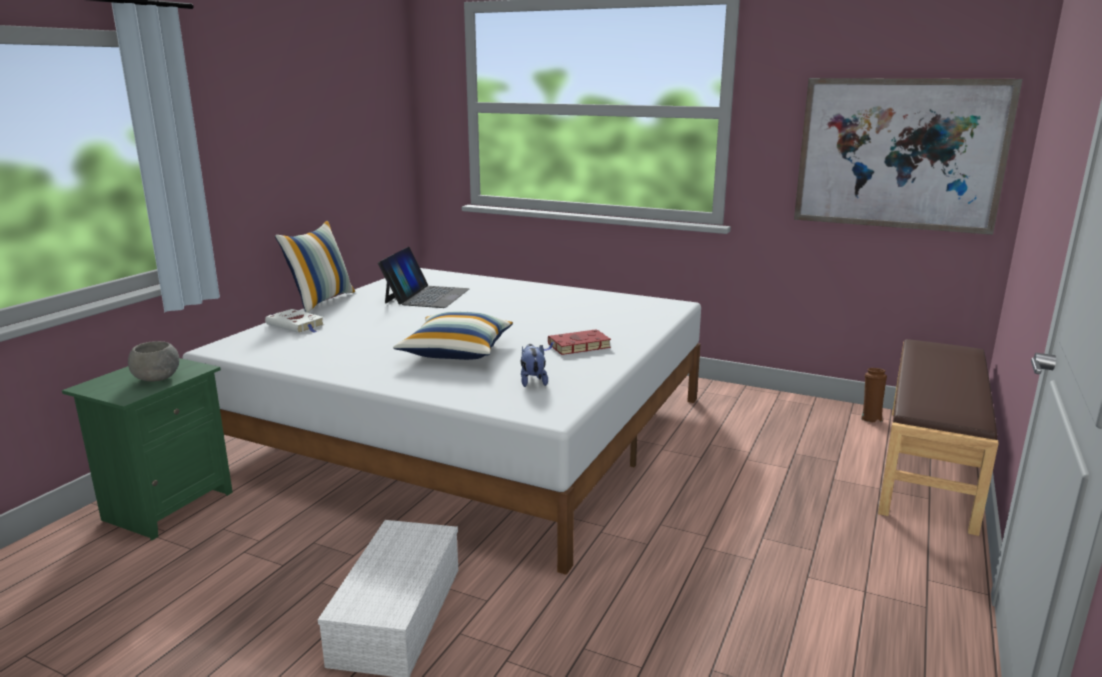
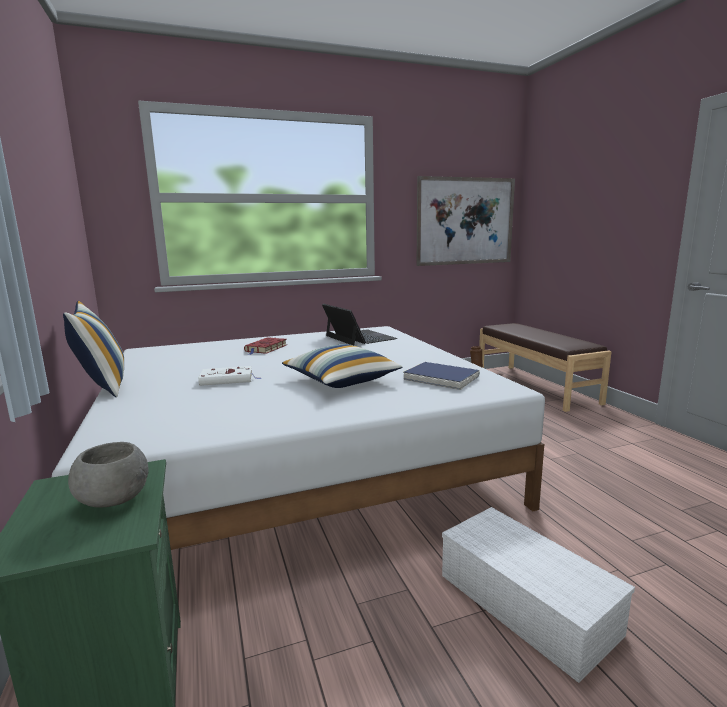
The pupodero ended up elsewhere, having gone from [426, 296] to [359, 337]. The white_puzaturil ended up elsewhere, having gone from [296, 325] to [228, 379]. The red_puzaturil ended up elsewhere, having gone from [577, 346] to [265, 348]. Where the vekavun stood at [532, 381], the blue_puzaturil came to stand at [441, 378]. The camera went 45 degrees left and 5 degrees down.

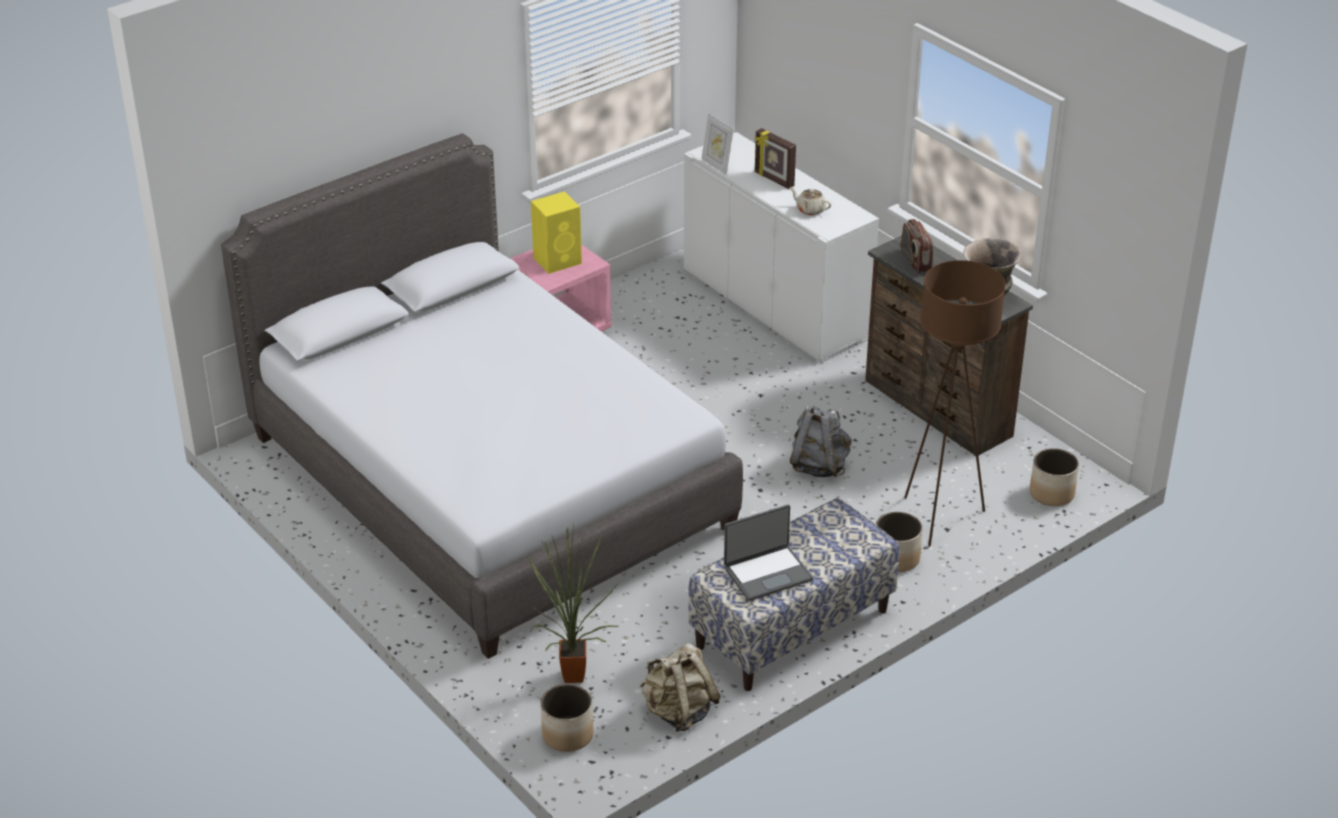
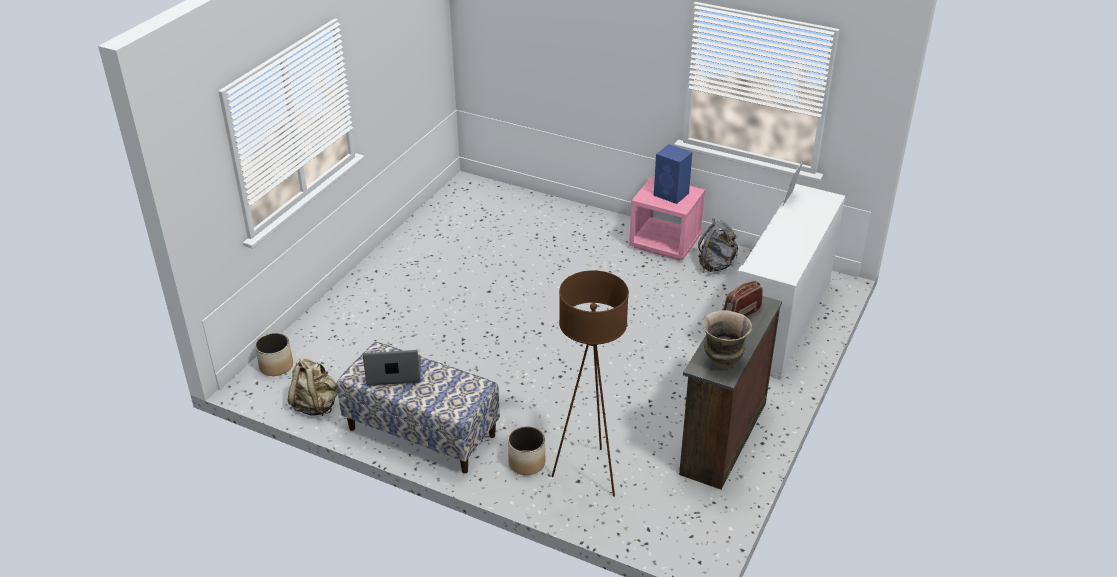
The second view lost the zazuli at [773, 179]. The second view lost the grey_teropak at [488, 482]. The second view lost the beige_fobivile at [810, 209]. What was the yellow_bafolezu at [558, 260] turned into the blue_bafolezu at [672, 194]. The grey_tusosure ended up elsewhere, having gone from [819, 466] to [716, 265]. The second view lost the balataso at [1052, 494]. The pupodero at [767, 573] ended up facing another way, 135 degrees clockwise from before. The second view lost the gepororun at [569, 676]. The camera went 65 degrees right and 0 degrees up.

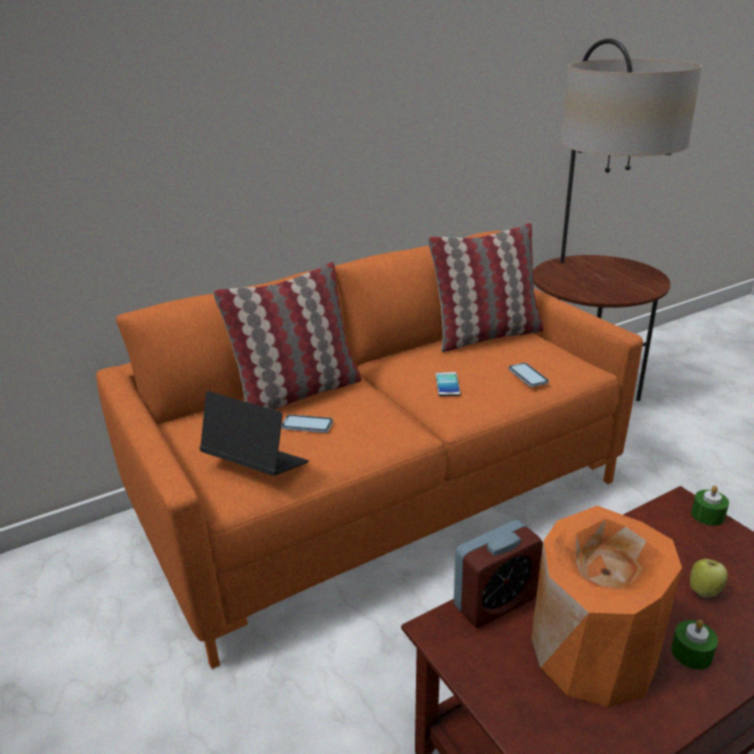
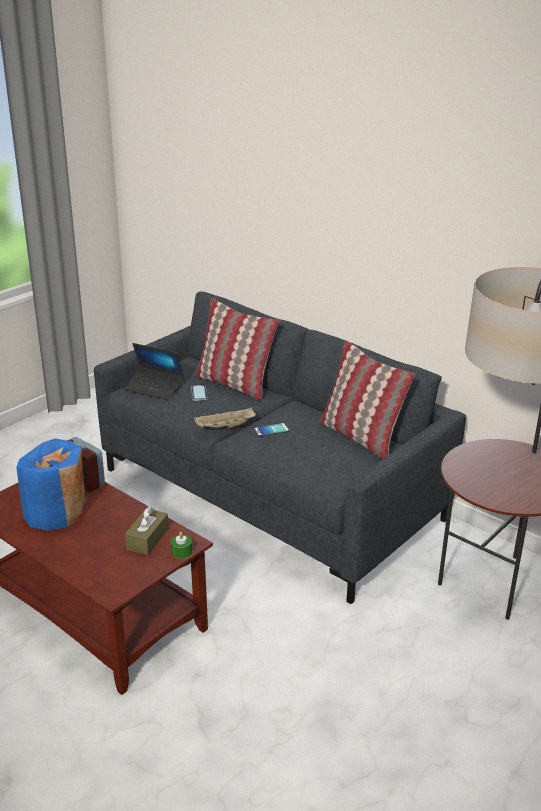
What was the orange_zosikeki at [380, 498] turned into the grey_zosikeki at [270, 494]. The second view lost the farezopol at [528, 376]. The pupodero at [255, 465] ended up facing another way, 105 degrees clockwise from before. What was the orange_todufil at [593, 652] turned into the blue_todufil at [56, 512]. The second view lost the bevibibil at [704, 591]. The second view lost the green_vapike at [691, 653]. The second view gained the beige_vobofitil at [224, 427]. The second view gained the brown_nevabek at [147, 539]. The camera went 70 degrees right and 0 degrees up.

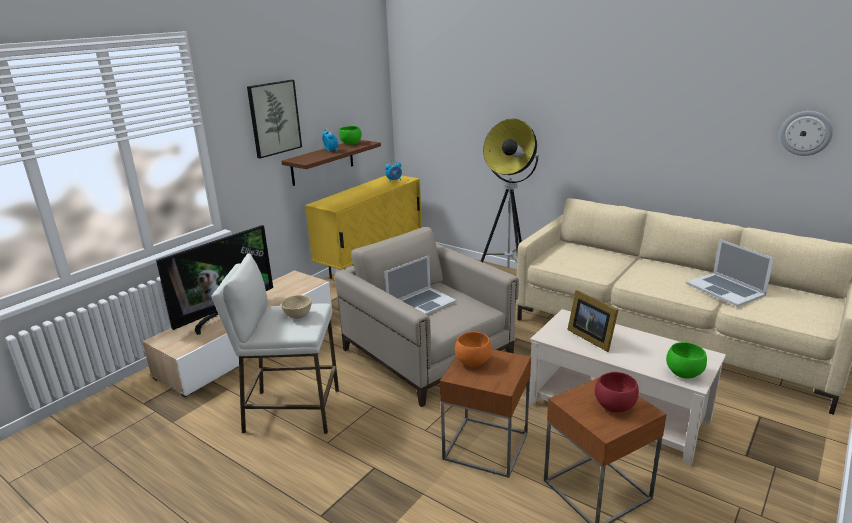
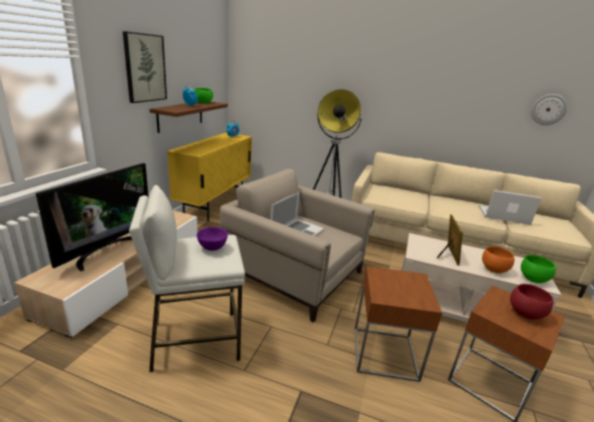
The pupodero at [725, 289] ended up facing another way, 150 degrees clockwise from before. The zazuli at [590, 337] ended up facing another way, 120 degrees counterclockwise from before. What was the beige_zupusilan at [297, 316] turned into the purple_zupusilan at [212, 248]. The orange_zupusilan ended up elsewhere, having gone from [472, 362] to [493, 269]. The camera went 20 degrees left and 0 degrees up.

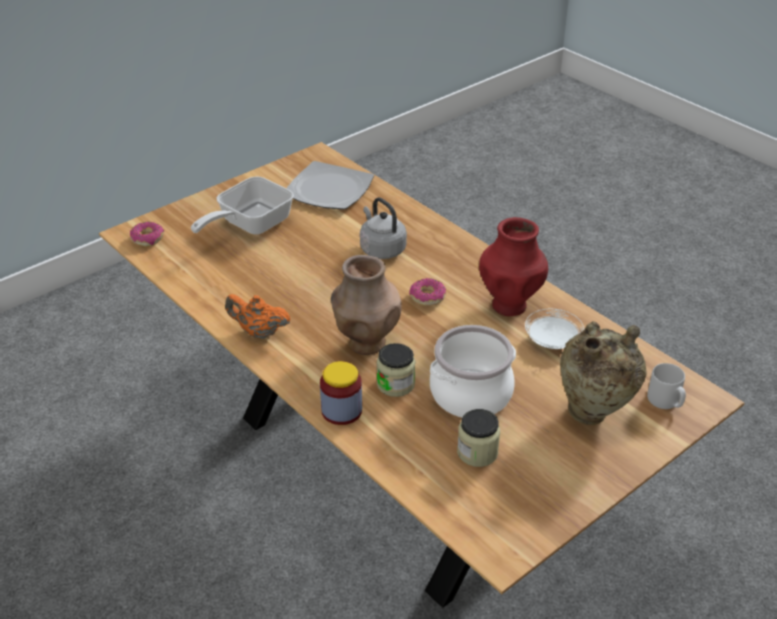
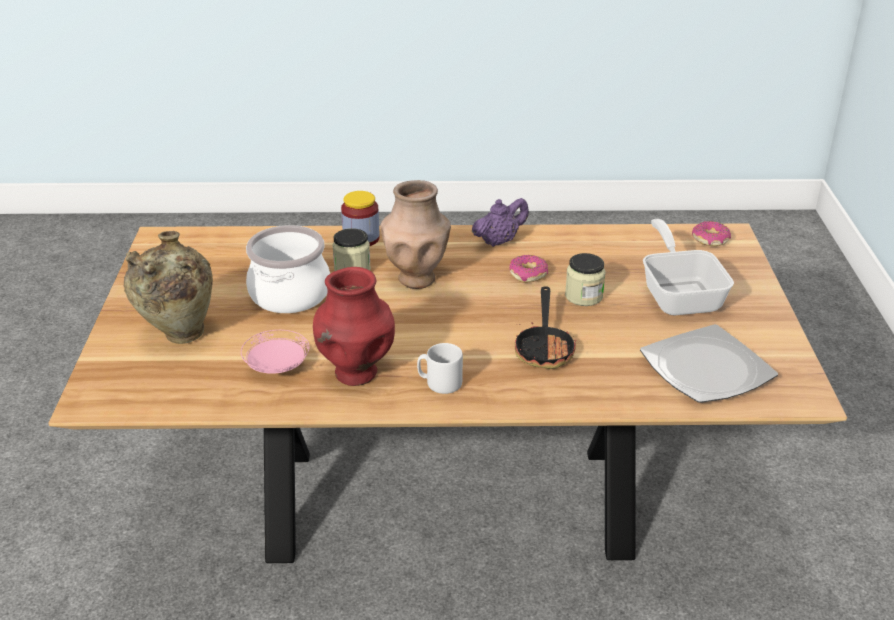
Where the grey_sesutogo stood at [381, 249], the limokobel came to stand at [544, 348]. The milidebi ended up elsewhere, having gone from [427, 297] to [528, 274]. What was the orange_fobivile at [259, 332] turned into the purple_fobivile at [499, 241]. What was the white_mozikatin at [552, 341] turned into the pink_mozikatin at [277, 367]. The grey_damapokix ended up elsewhere, having gone from [666, 401] to [439, 383]. The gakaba ended up elsewhere, having gone from [477, 452] to [583, 296]. The camera went 130 degrees right and 5 degrees down.

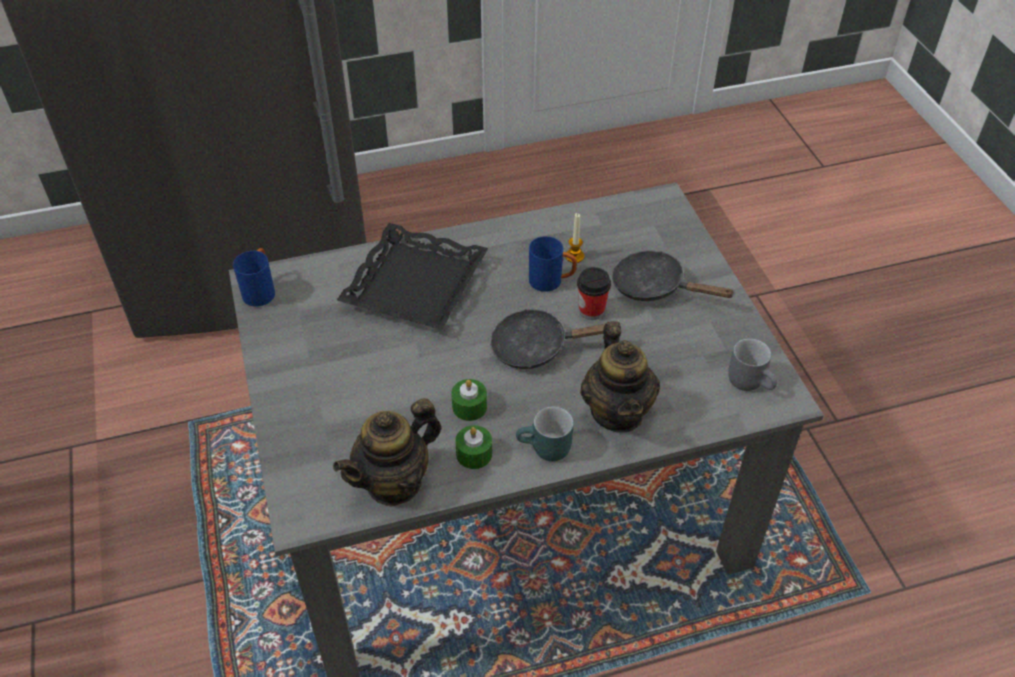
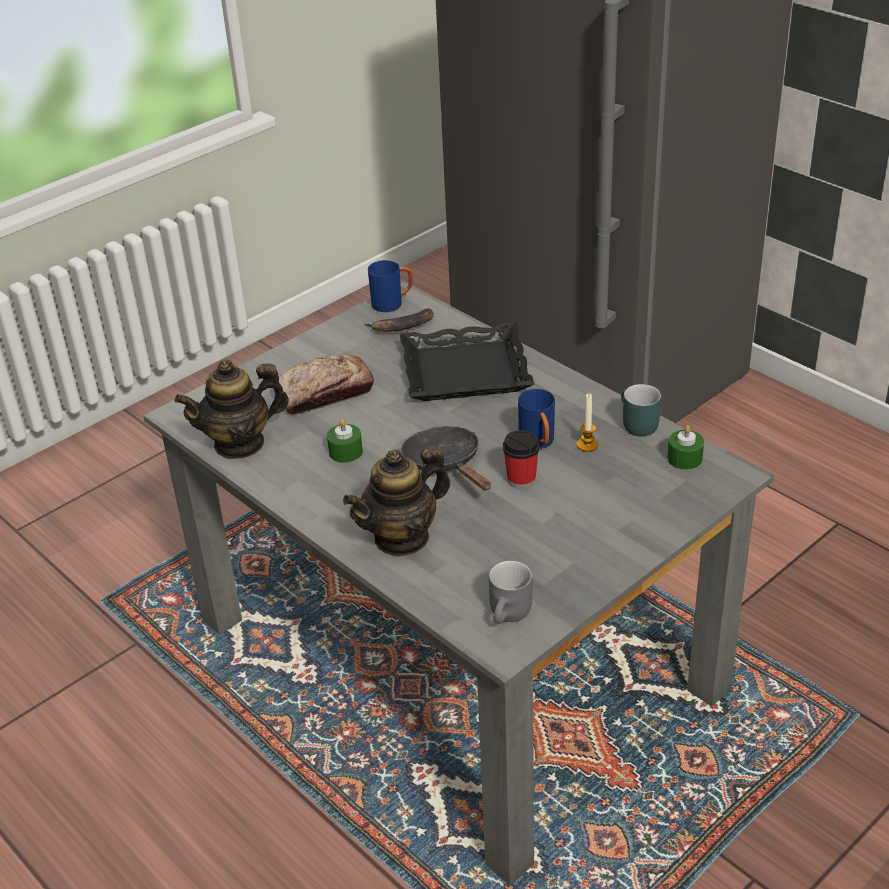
The second view lost the black_limokobel at [655, 287]. The fobivile at [394, 482] ended up facing another way, 45 degrees counterclockwise from before. The turquoise_damapokix ended up elsewhere, having gone from [545, 450] to [634, 425]. The green_vapike ended up elsewhere, having gone from [474, 454] to [684, 458]. The second view gained the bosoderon at [402, 327]. The second view gained the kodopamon at [324, 393]. The camera went 65 degrees right and 10 degrees down.

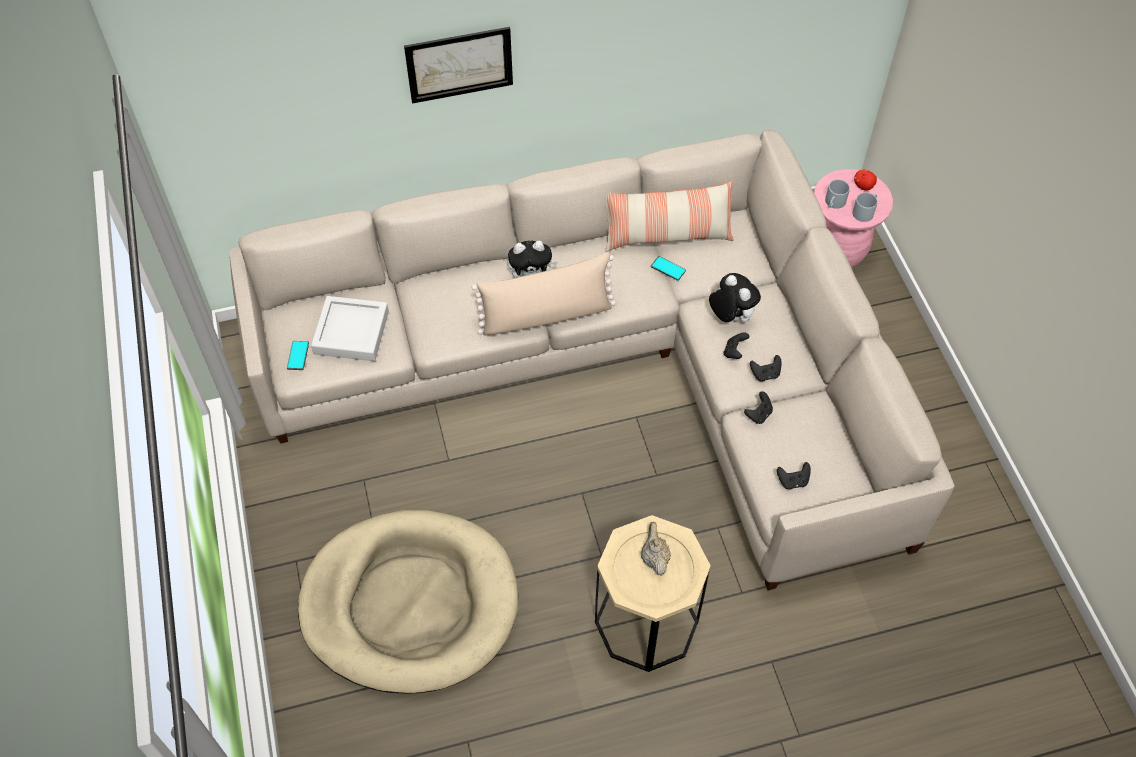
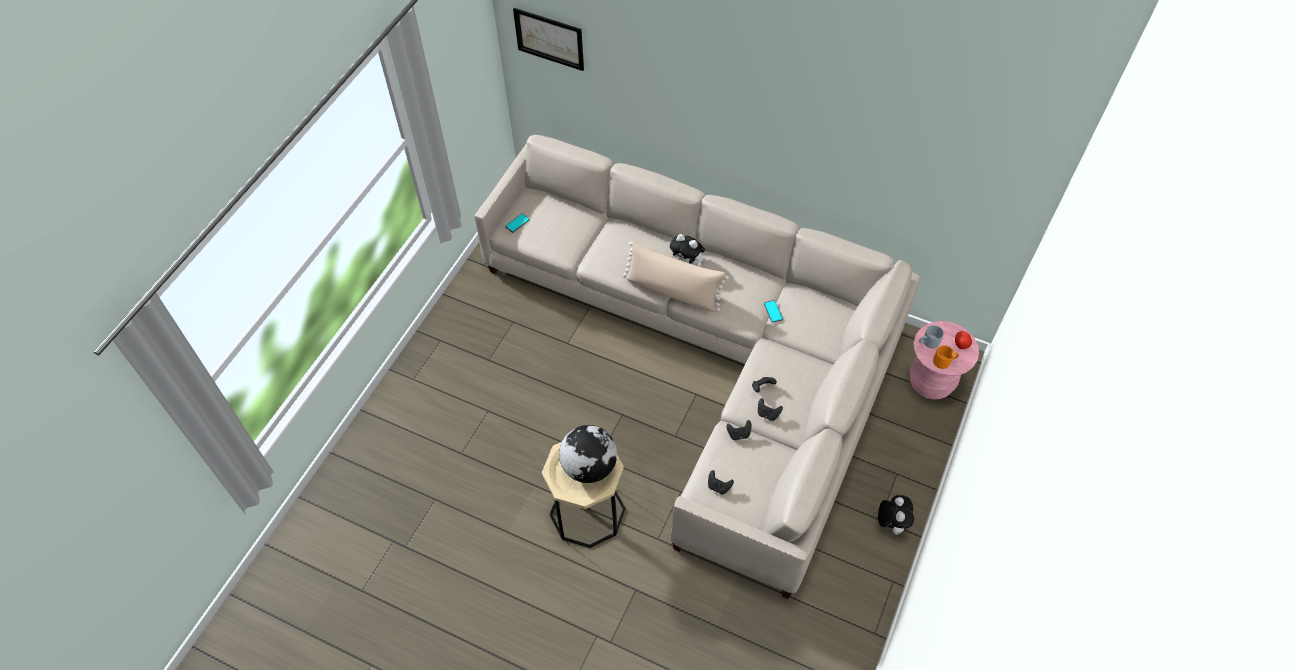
The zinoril ended up elsewhere, having gone from [459, 64] to [549, 39]. The second view lost the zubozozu at [667, 235]. What was the grey_damapokix at [864, 211] turned into the orange_damapokix at [944, 361]. The vekavun ended up elsewhere, having gone from [730, 317] to [891, 523]. The second view lost the grey_vobofitil at [351, 332]. The second view lost the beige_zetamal at [410, 604]. Where the beige_fobivile stood at [654, 558], the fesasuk came to stand at [589, 466]. The camera went 40 degrees right and 0 degrees up.

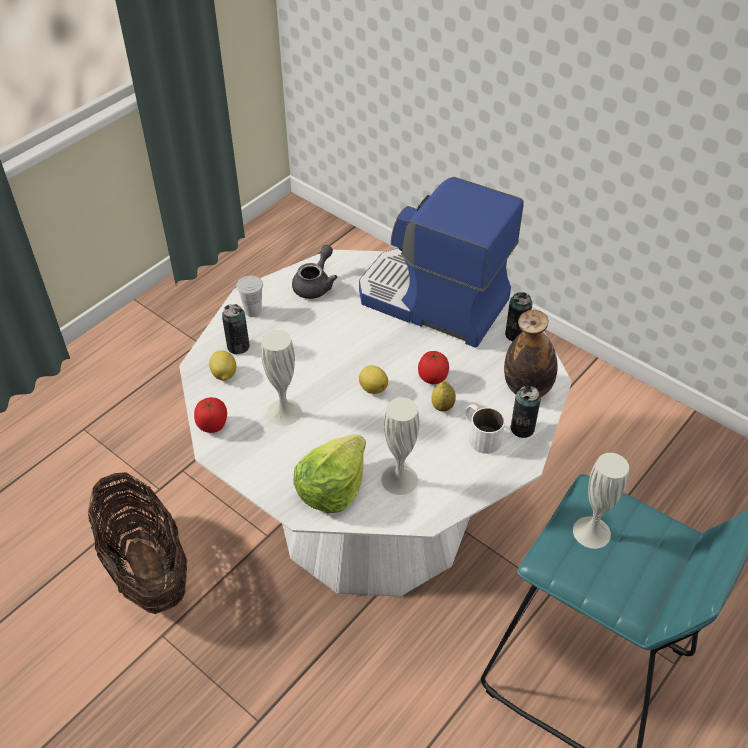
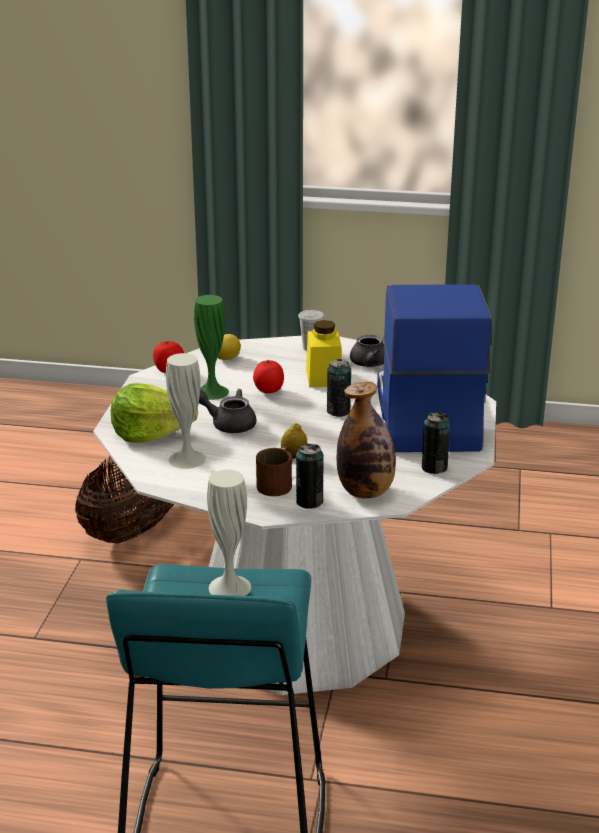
The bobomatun ended up elsewhere, having gone from [238, 346] to [338, 411]. What was the white_todufil at [284, 412] turned into the green_todufil at [212, 392]. The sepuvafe ended up elsewhere, having gone from [432, 379] to [268, 391]. The second view lost the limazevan at [372, 387]. What was the white_damapokix at [480, 435] turned into the brown_damapokix at [278, 482]. The second view gained the yellow_gakaba at [324, 377]. The second view gained the grey_fobivile at [228, 424]. The camera went 60 degrees right and 20 degrees down.

